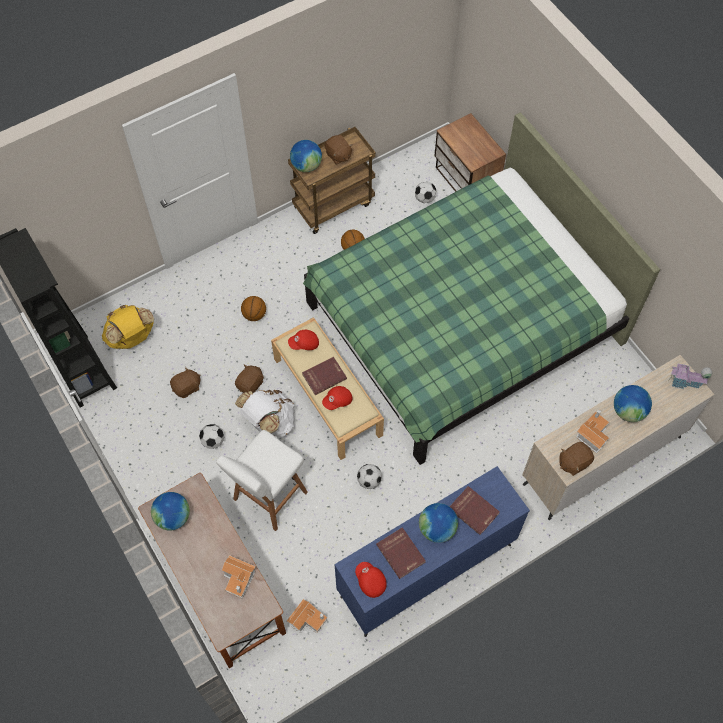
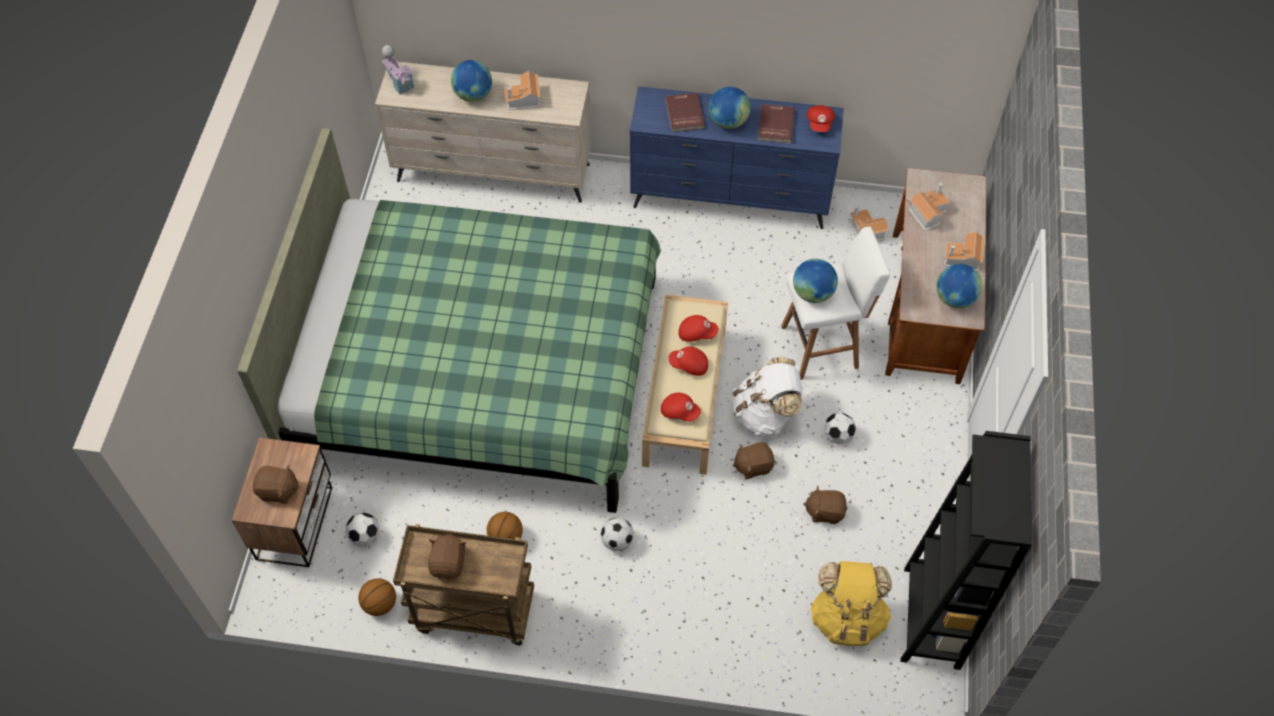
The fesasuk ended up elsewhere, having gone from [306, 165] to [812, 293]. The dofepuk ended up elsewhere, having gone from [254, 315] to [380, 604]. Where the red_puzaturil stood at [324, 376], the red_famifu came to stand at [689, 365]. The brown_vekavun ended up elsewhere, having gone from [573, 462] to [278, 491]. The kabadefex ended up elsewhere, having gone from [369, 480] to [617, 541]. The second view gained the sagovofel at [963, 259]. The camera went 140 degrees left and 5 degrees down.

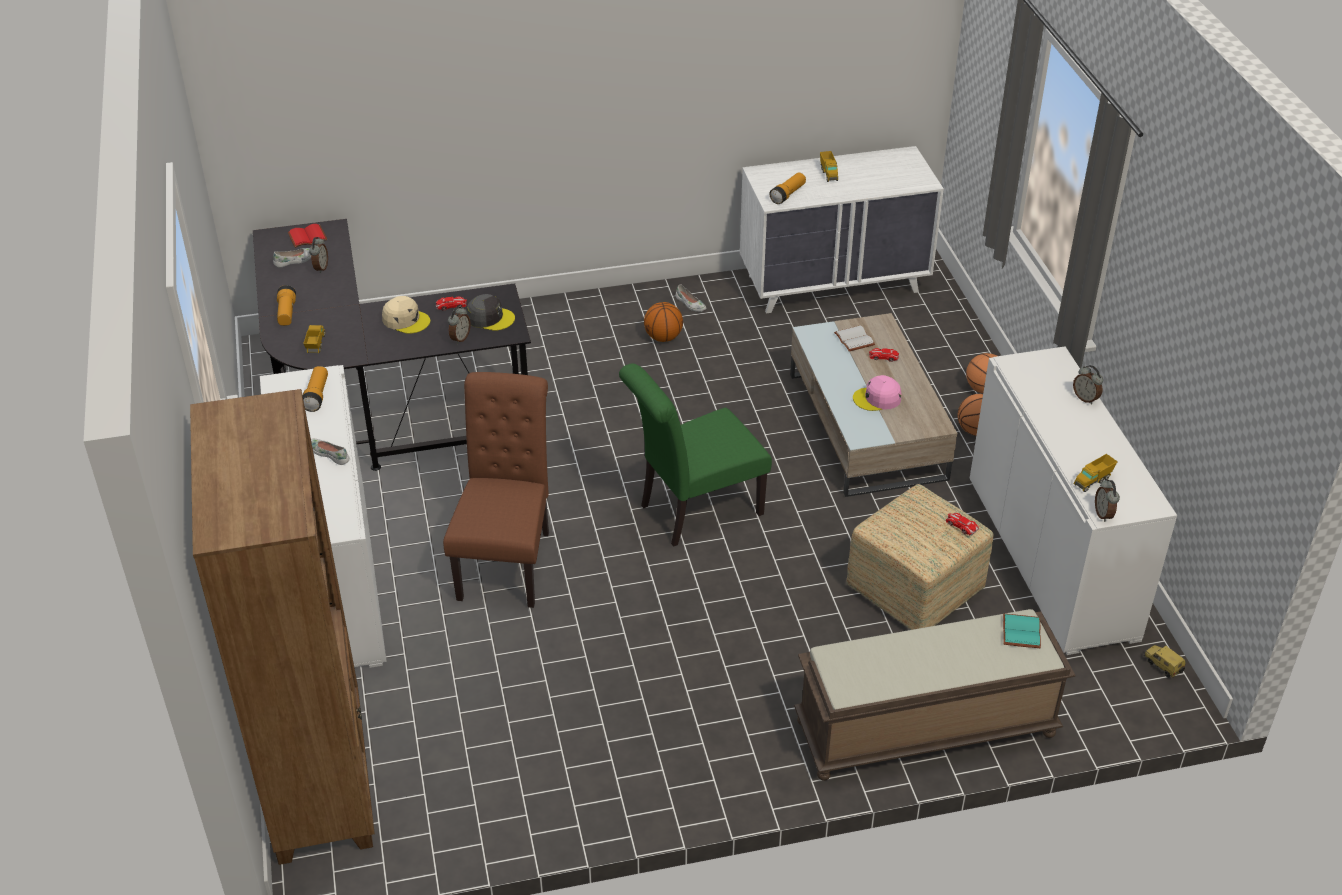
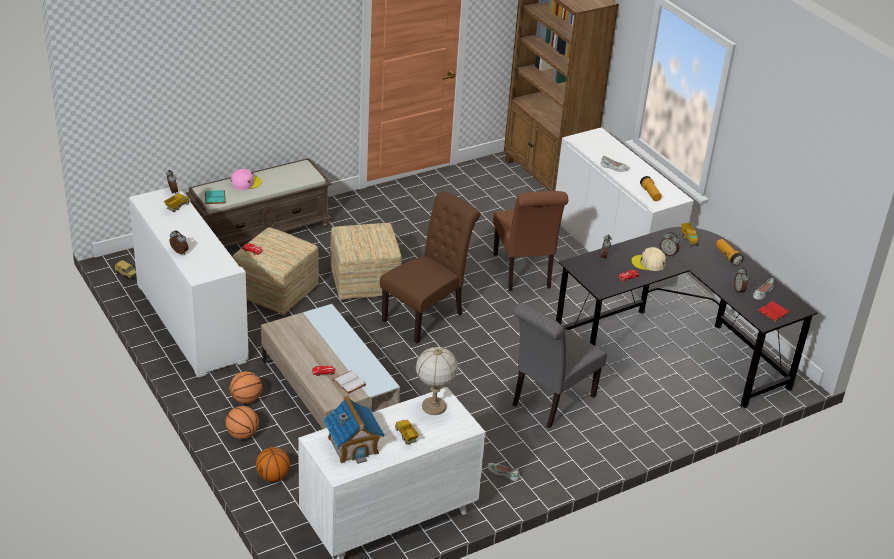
Where the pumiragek stood at [788, 194], the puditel came to stand at [433, 407]. The second view lost the grey_famifu at [490, 318]. The dofepuk ended up elsewhere, having gone from [663, 337] to [273, 476]. What was the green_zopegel at [694, 511] turned into the brown_zopegel at [427, 315]. The pink_famifu ended up elsewhere, having gone from [877, 398] to [245, 183]. The second view gained the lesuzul at [365, 282]. The second view gained the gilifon at [668, 254]. The second view gained the grey_zopegel at [549, 402]. The second view gained the sagovofel at [353, 445]. The camera went 160 degrees right and 5 degrees down.

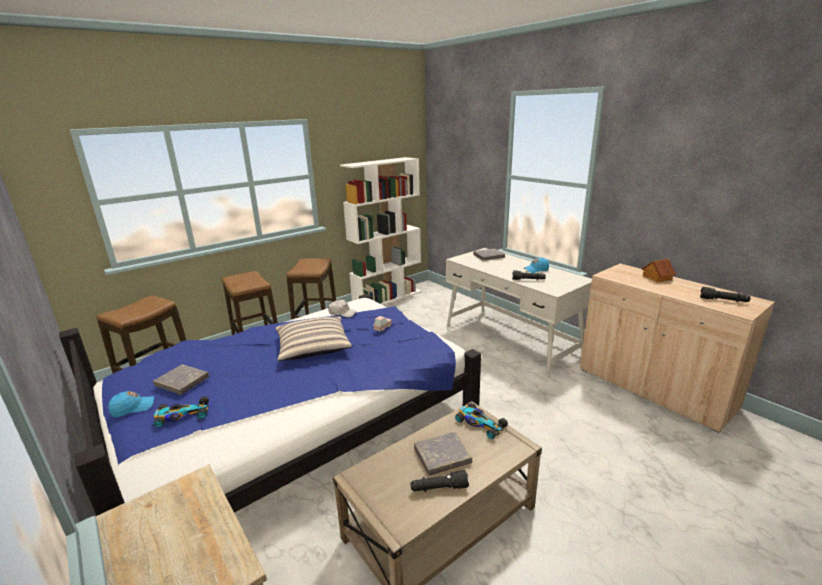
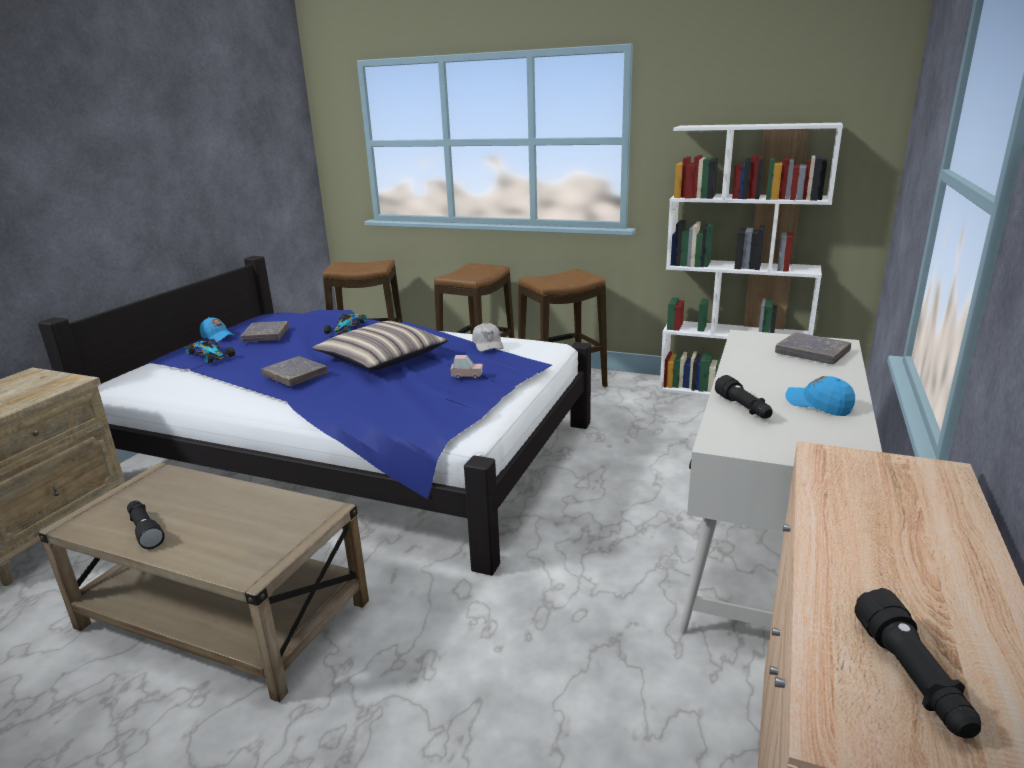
The second view lost the sagovofel at [656, 278]. The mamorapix ended up elsewhere, having gone from [479, 423] to [346, 328]. The grey_puzaturil ended up elsewhere, having gone from [442, 456] to [295, 375]. The camera went 60 degrees right and 0 degrees up.

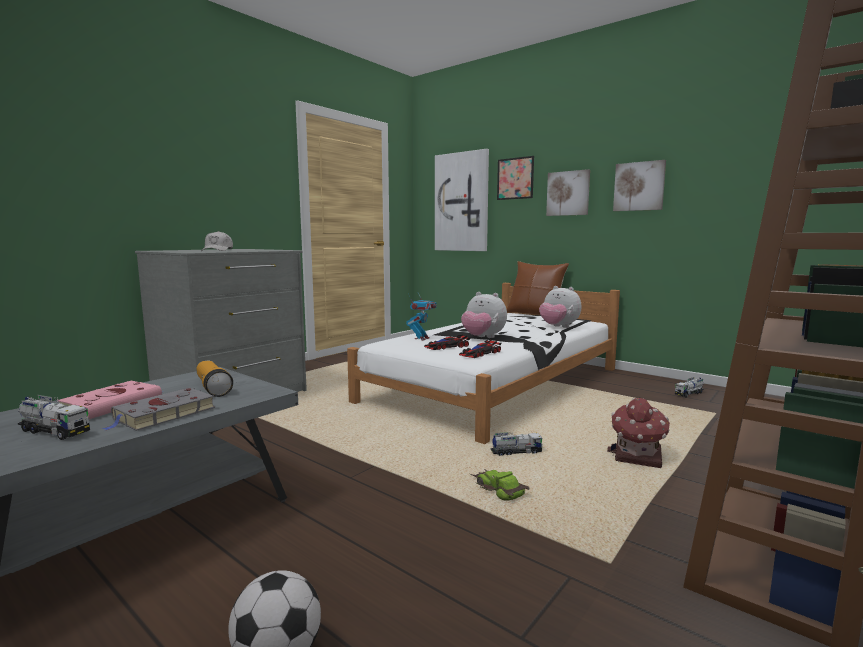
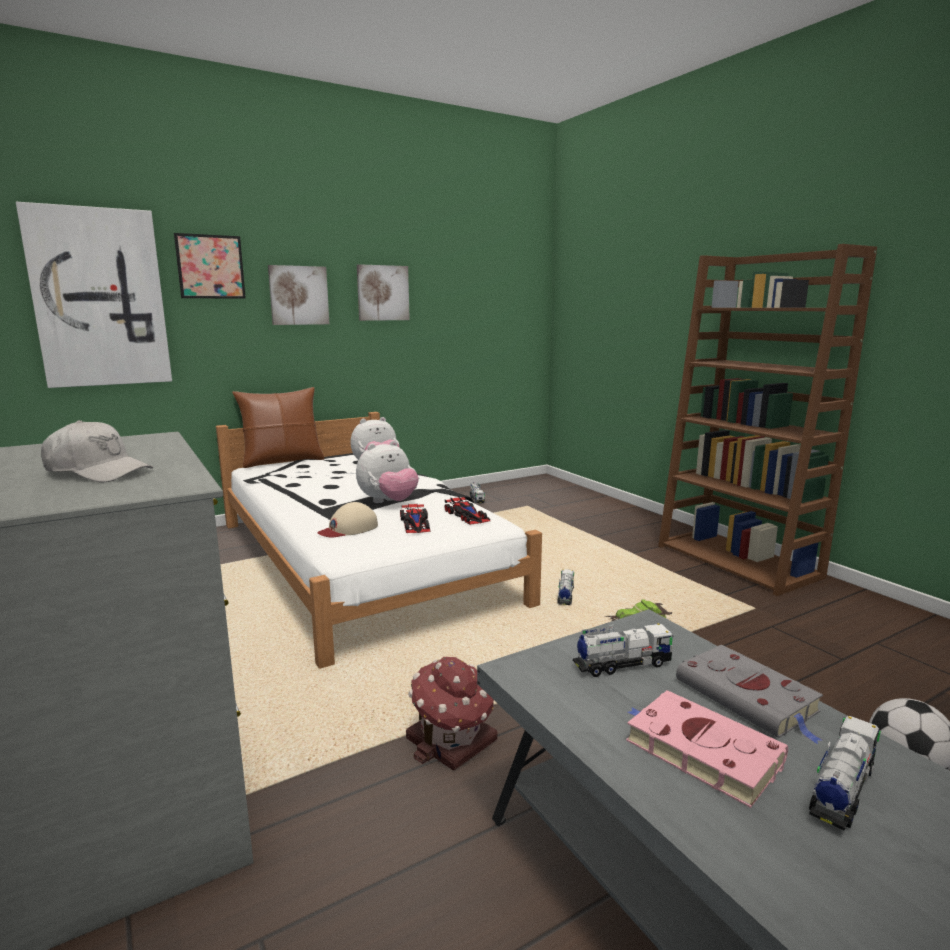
Where the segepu stood at [421, 338], the beige_famifu came to stand at [349, 528]. Where the pumiragek stood at [213, 388], the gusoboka came to stand at [622, 664]. The sagovofel ended up elsewhere, having gone from [637, 457] to [452, 741]. The camera went 70 degrees left and 5 degrees up.

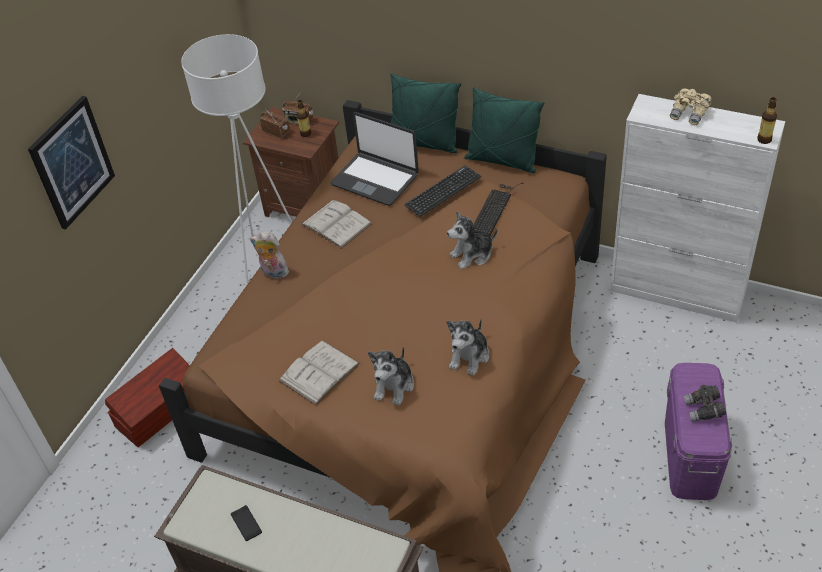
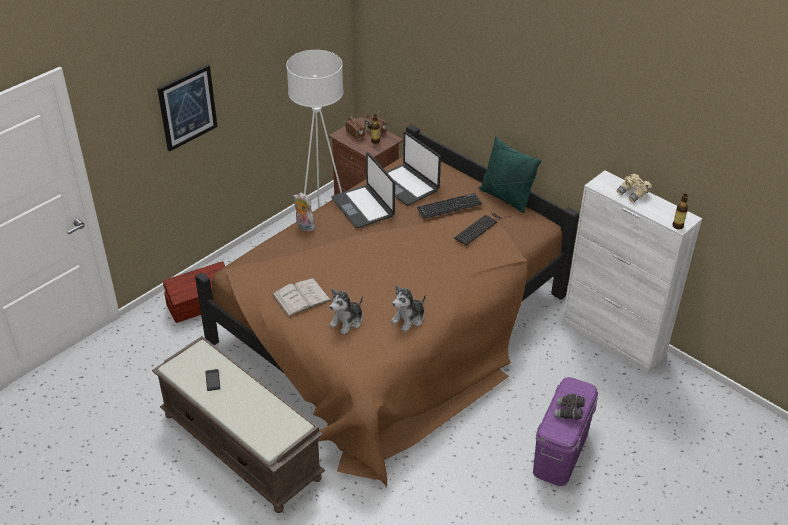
The second view lost the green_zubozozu at [424, 143]. Where the white_puzaturil stood at [336, 224], the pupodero came to stand at [363, 207]. The second view lost the vekavun at [472, 255]. The camera went 15 degrees right and 5 degrees down.

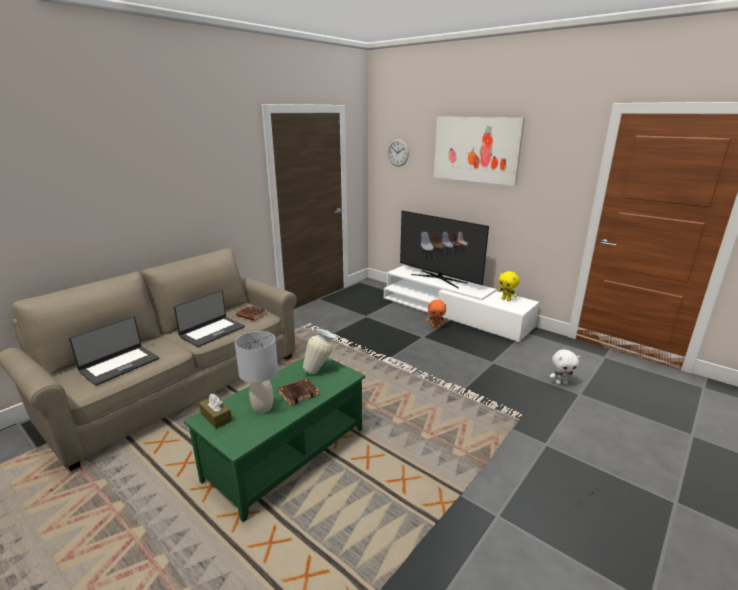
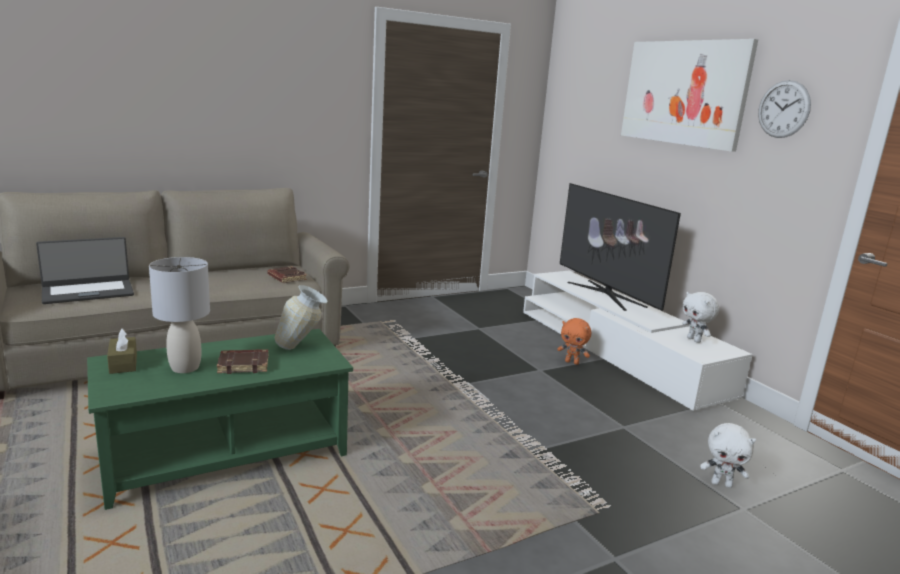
The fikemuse ended up elsewhere, having gone from [398, 152] to [783, 109]. What was the yellow_vekavun at [506, 299] turned into the white_vekavun at [694, 340]. The second view lost the pupodero at [212, 331]. The camera went 20 degrees right and 5 degrees down.

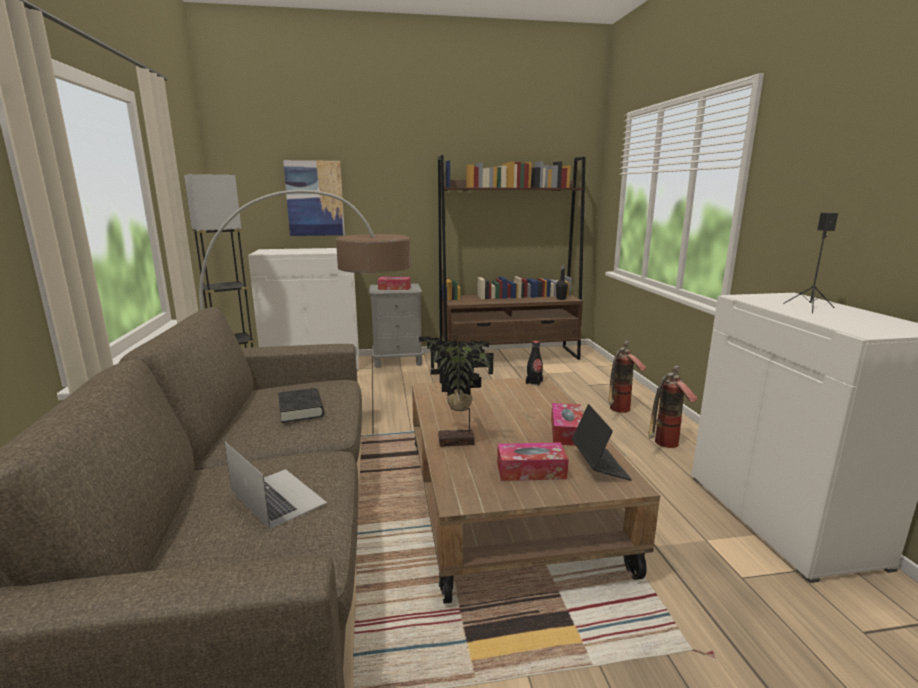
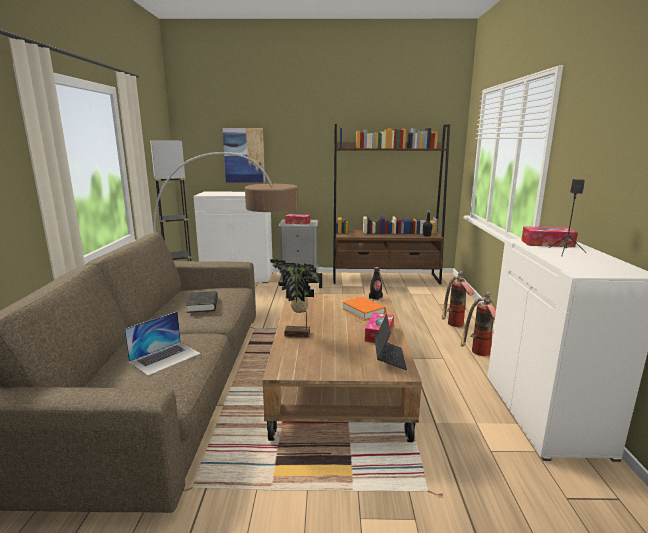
The pupodero at [277, 497] ended up facing another way, 75 degrees clockwise from before. The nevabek ended up elsewhere, having gone from [531, 471] to [547, 243]. The second view gained the orange_puzaturil at [363, 311]. The camera went 10 degrees right and 0 degrees up.

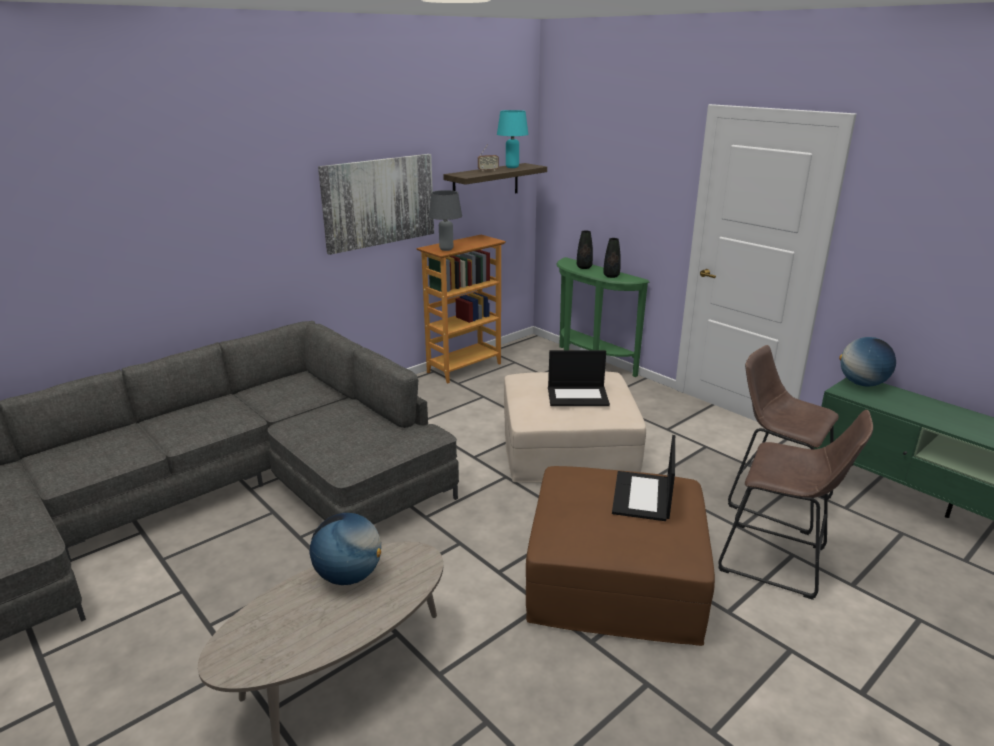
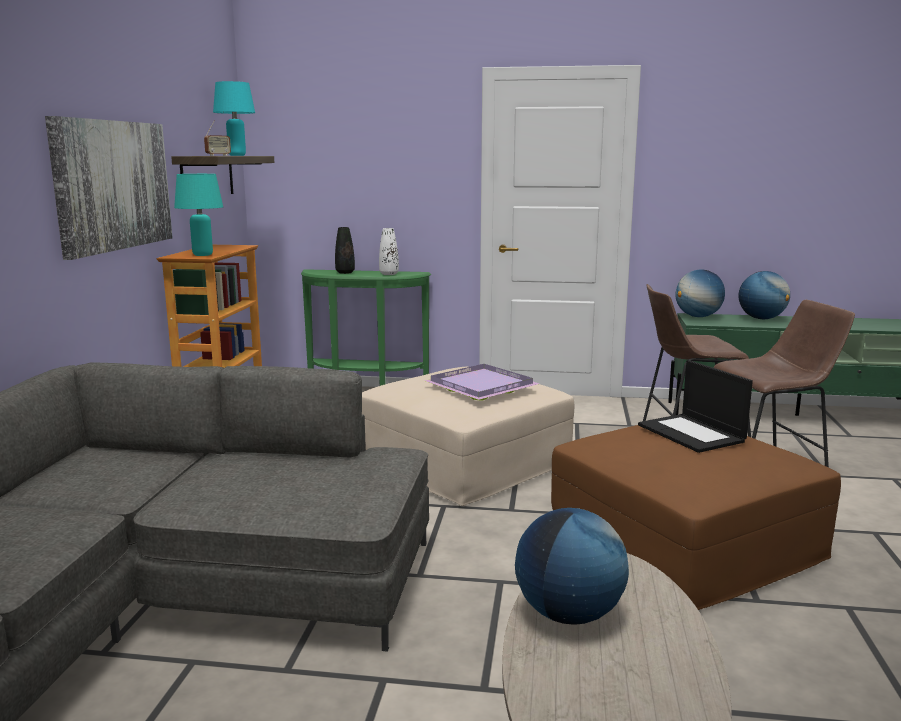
What was the grey_puditel at [446, 249] turned into the turquoise_puditel at [202, 255]. What was the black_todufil at [611, 276] turned into the white_todufil at [389, 274]. Where the pupodero stood at [578, 396], the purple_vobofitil came to stand at [481, 385]. The second view gained the fesasuk at [761, 318]. The camera went 40 degrees left and 10 degrees down.

